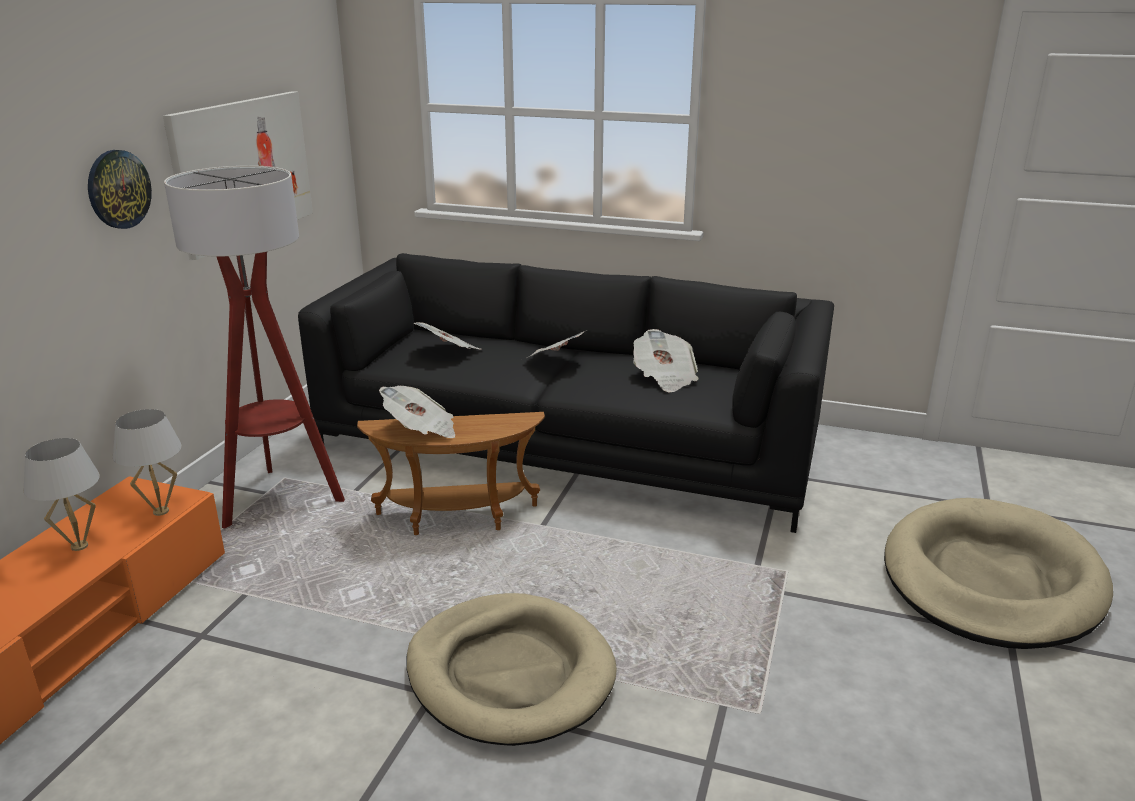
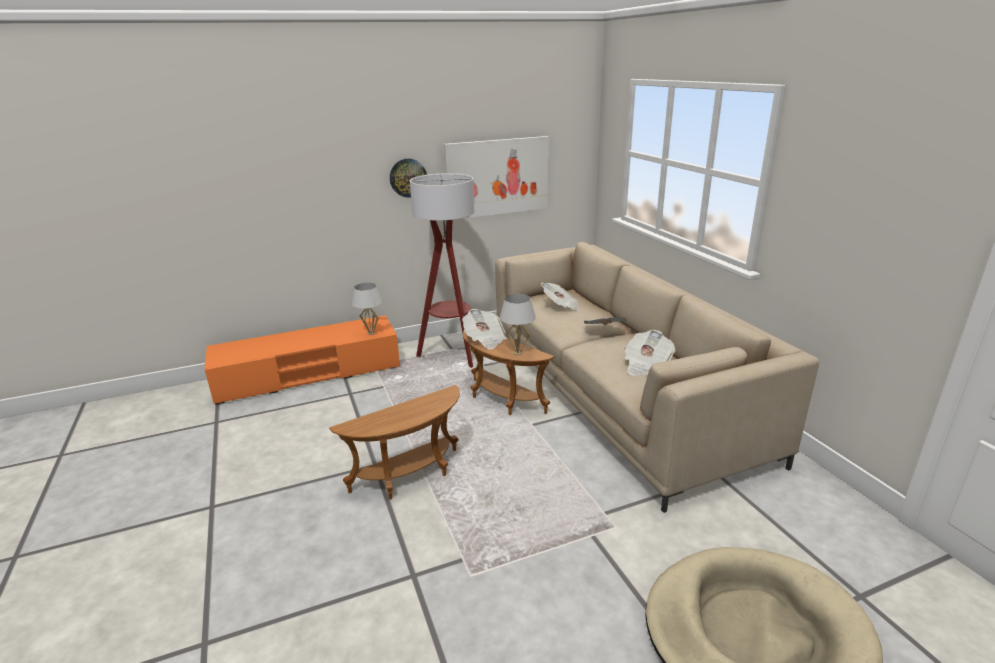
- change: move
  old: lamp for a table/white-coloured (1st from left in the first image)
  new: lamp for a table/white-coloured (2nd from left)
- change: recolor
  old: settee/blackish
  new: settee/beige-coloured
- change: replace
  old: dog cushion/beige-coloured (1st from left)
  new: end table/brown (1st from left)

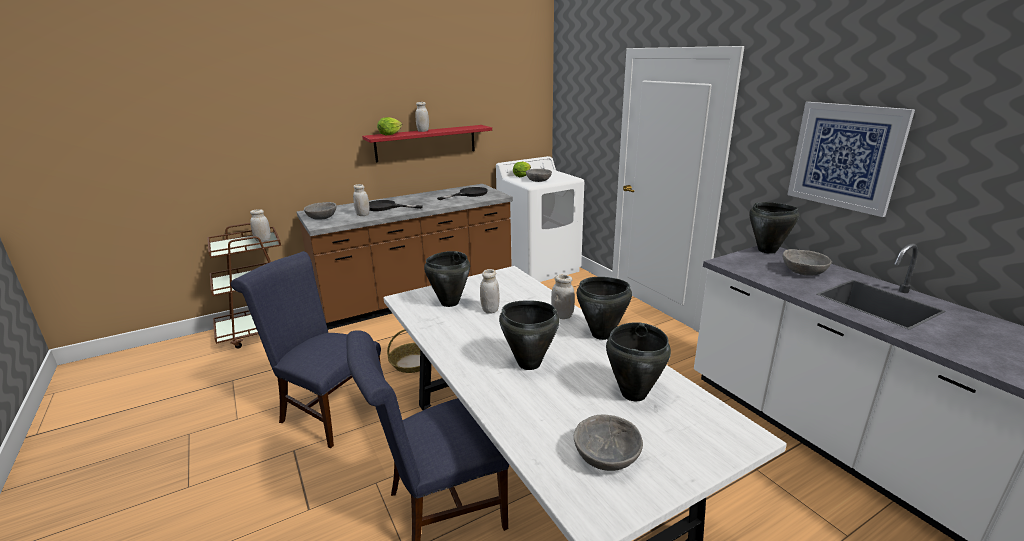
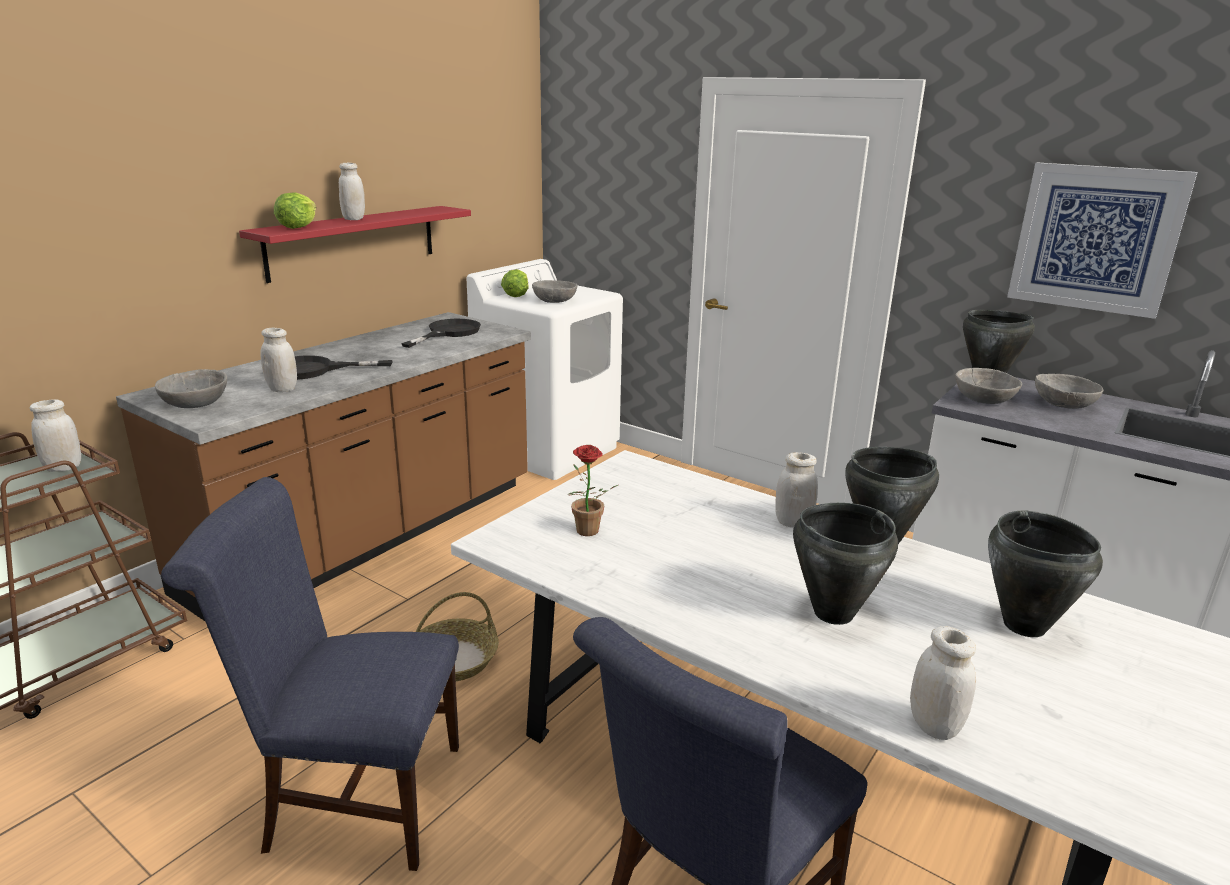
- change: replace
  old: cooking pot/blackish (1st from left)
  new: houseplant
- change: move
  old: preserve jar/white-coloured (4th from left in the first image)
  new: preserve jar/white-coloured (5th from left)
- change: move
  old: serving bowl/gray (3rd from left)

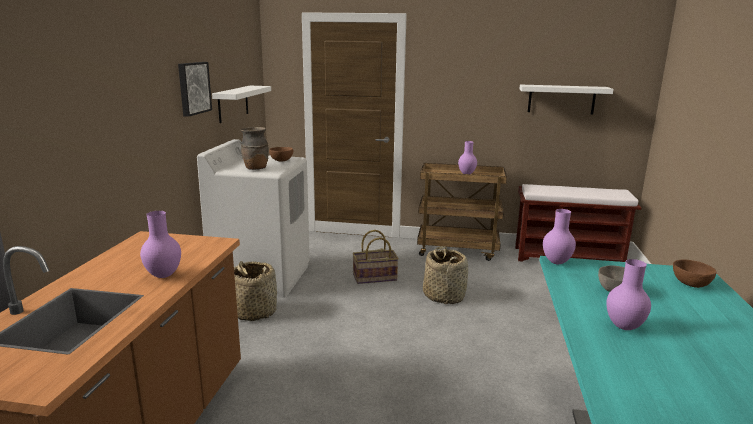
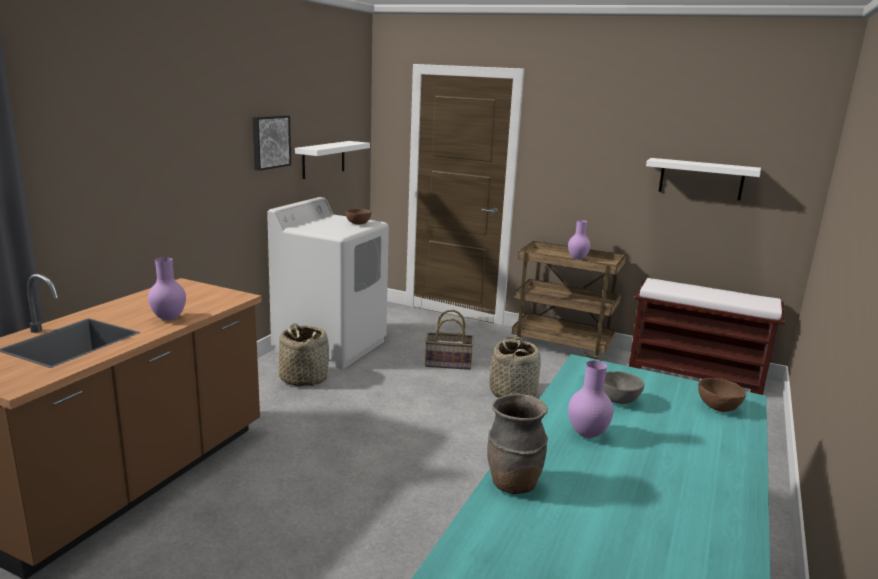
- change: move
  old: flower vase/brown
- change: delete
  old: flower vase/purple-coloured (3rd from left)

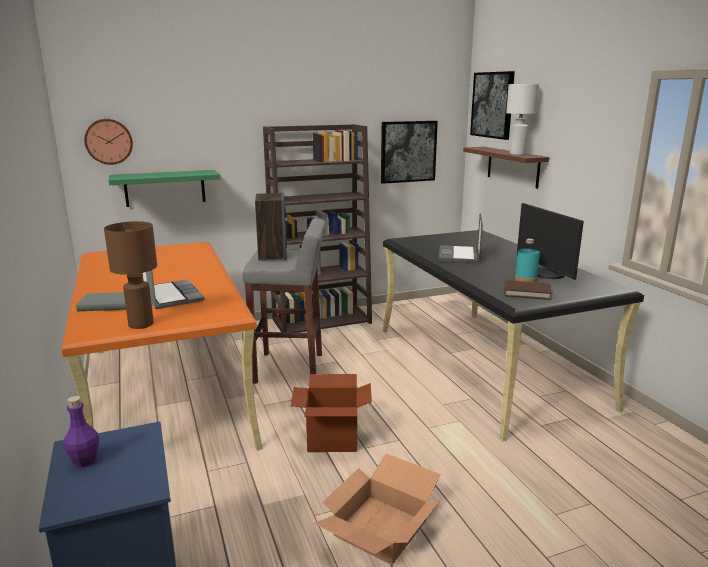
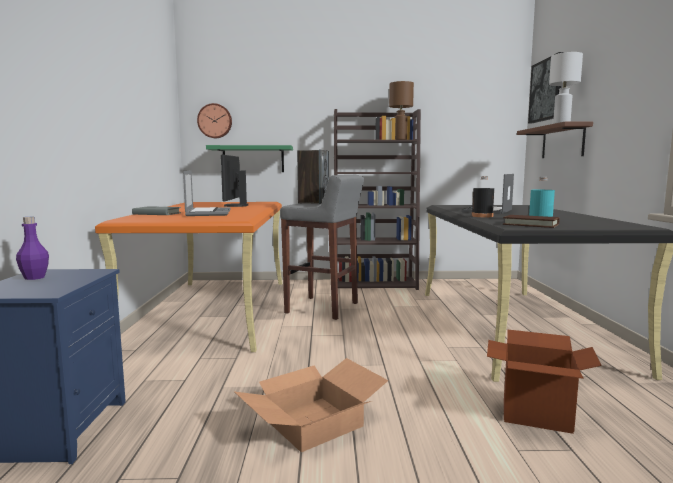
- change: move
  old: lamp for a table/brown
- change: move
  old: cardboard box (1st from left in the first image)
  new: cardboard box (2nd from left)
- change: delete
  old: picture (1st from left)
- change: move
  old: computer display
- change: insert
  new: drink bottle/blackish

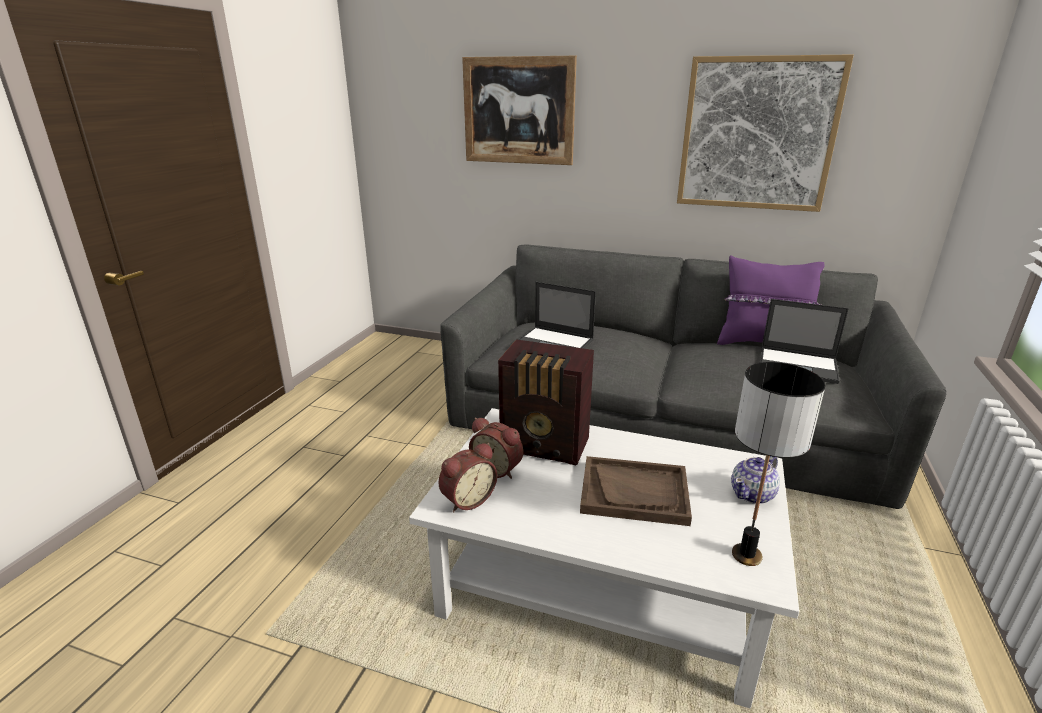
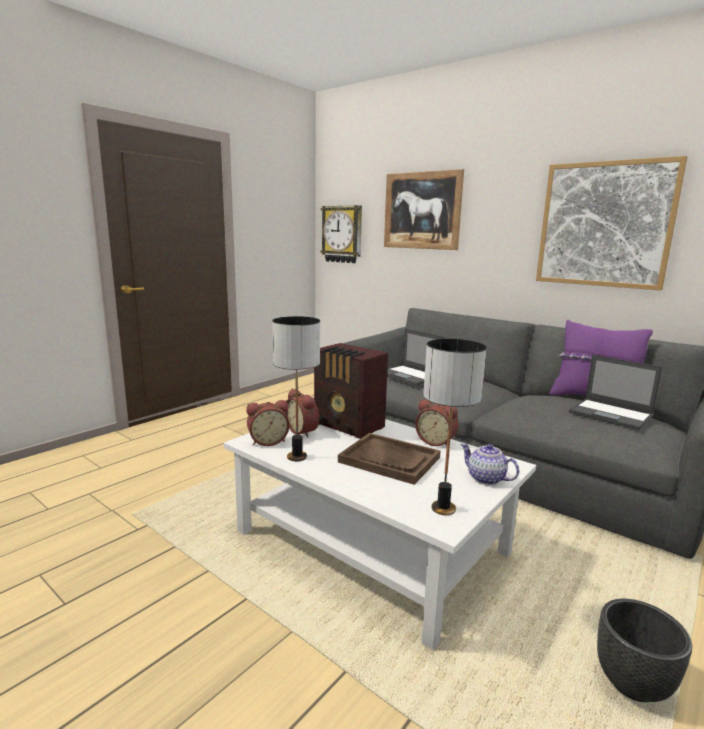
- change: rotate
  old: teapot
  degrees: 60
- change: insert
  new: lamp for a table (1st from left)
- change: insert
  new: wall clock
- change: insert
  new: bedside clock (3rd from left)
- change: insert
  new: planter/blackish

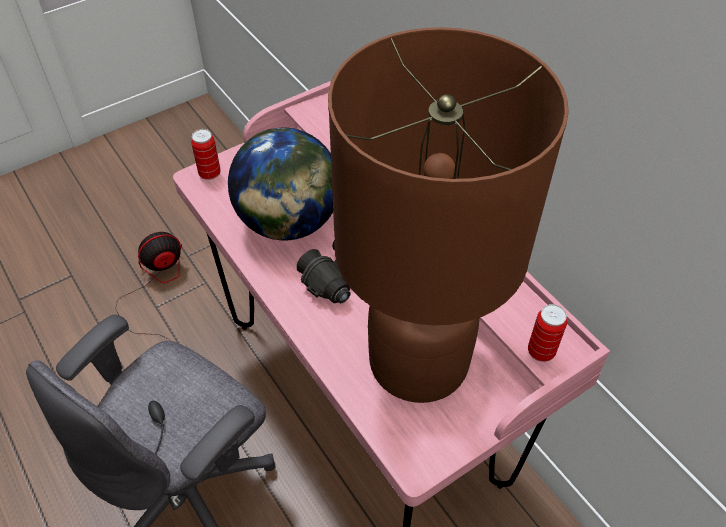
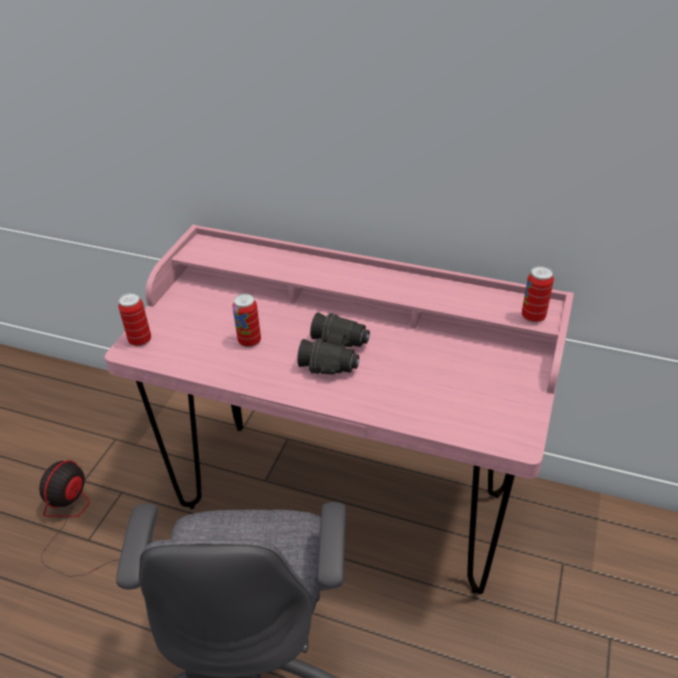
- change: replace
  old: world globe
  new: sealed can (2nd from left)
- change: delete
  old: lamp for a table/brown

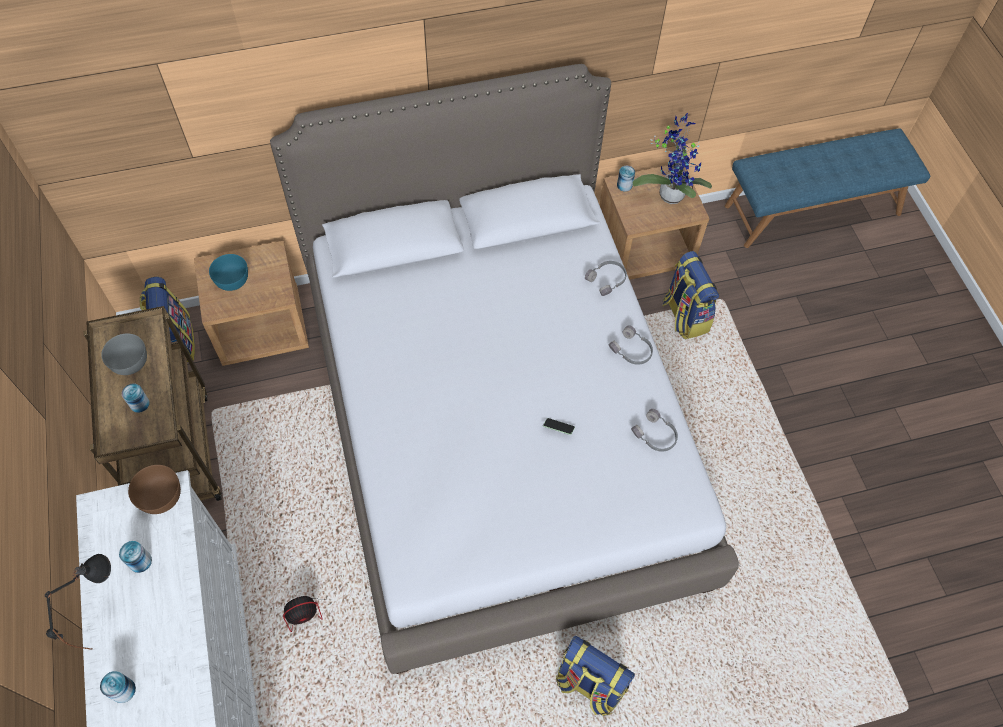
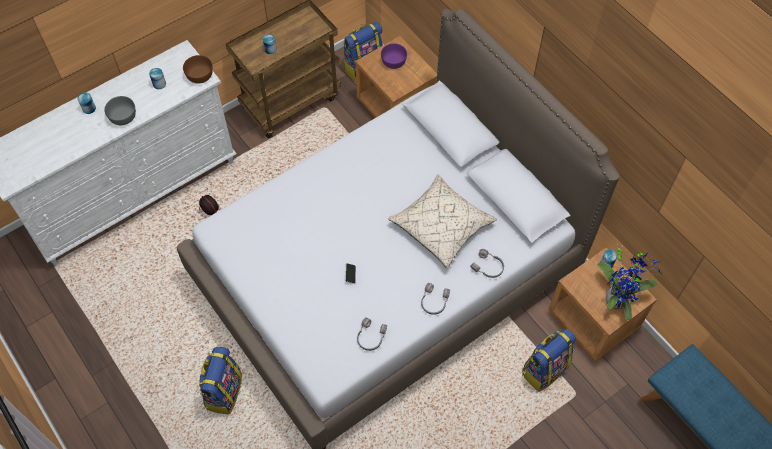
- change: delete
  old: lamp for a table/blackish
- change: move
  old: serving bowl/gray
- change: recolor
  old: serving bowl/blue-green
  new: serving bowl/purple-coloured
- change: insert
  new: pillow/beige-coloured

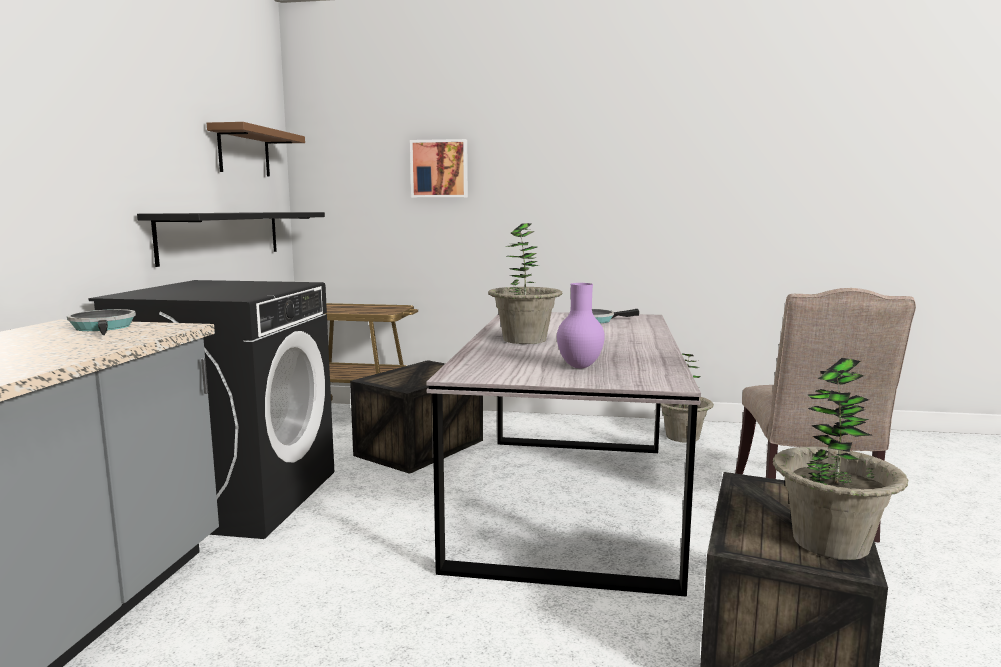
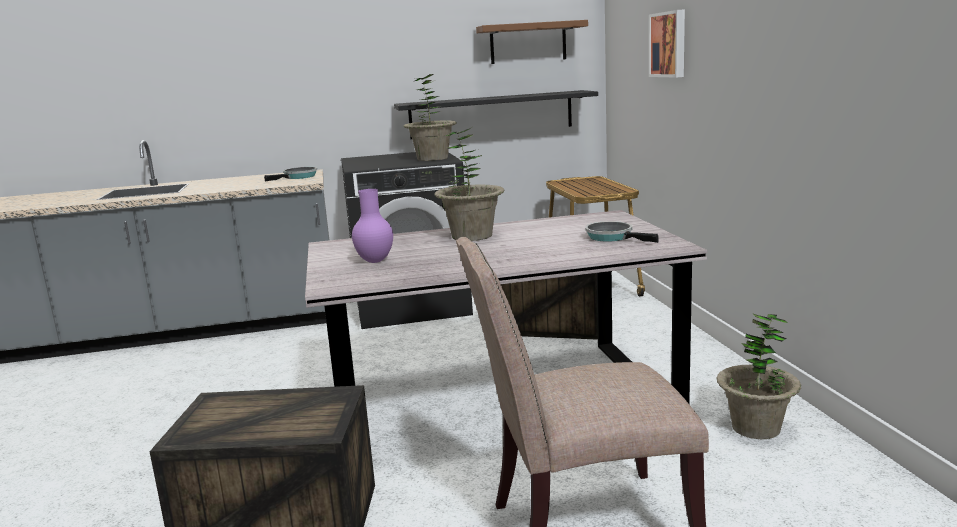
- change: move
  old: houseplant (3rd from left in the first image)
  new: houseplant (1st from left)

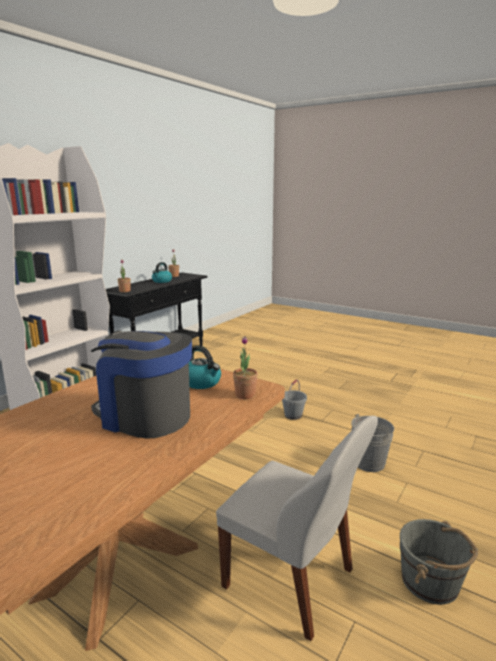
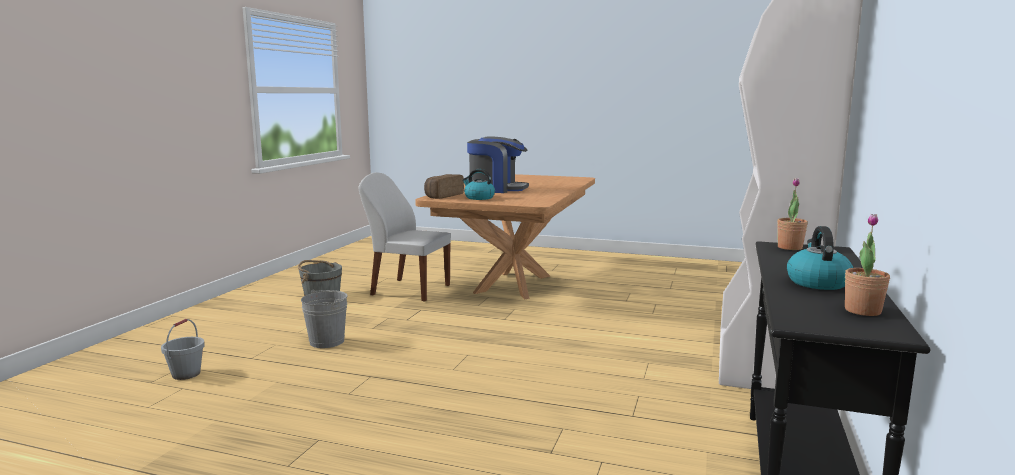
- change: replace
  old: houseplant (3rd from left)
  new: bakery bread
- change: move
  old: pail/gray (1st from left)

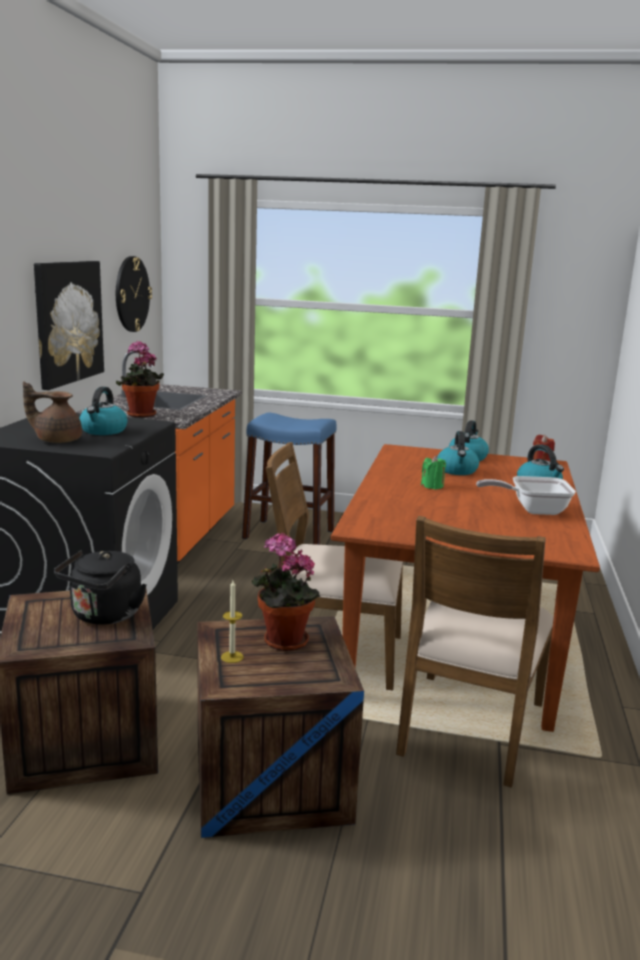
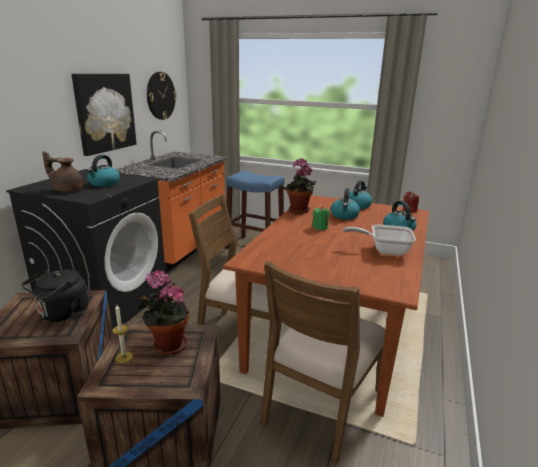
- change: move
  old: houseplant (1st from left in the first image)
  new: houseplant (2nd from left)

